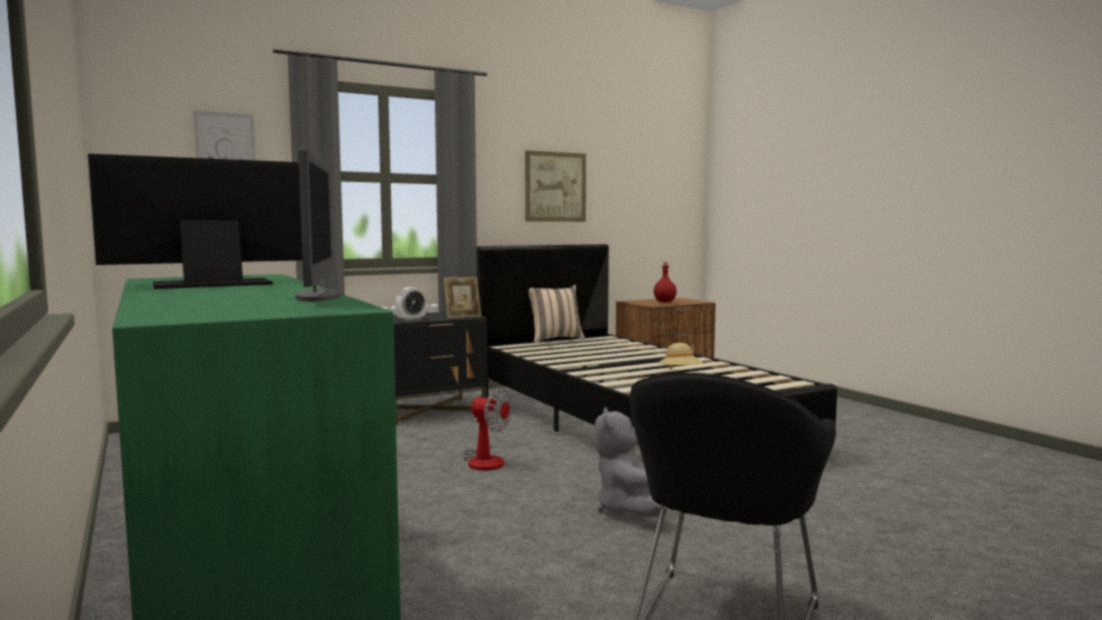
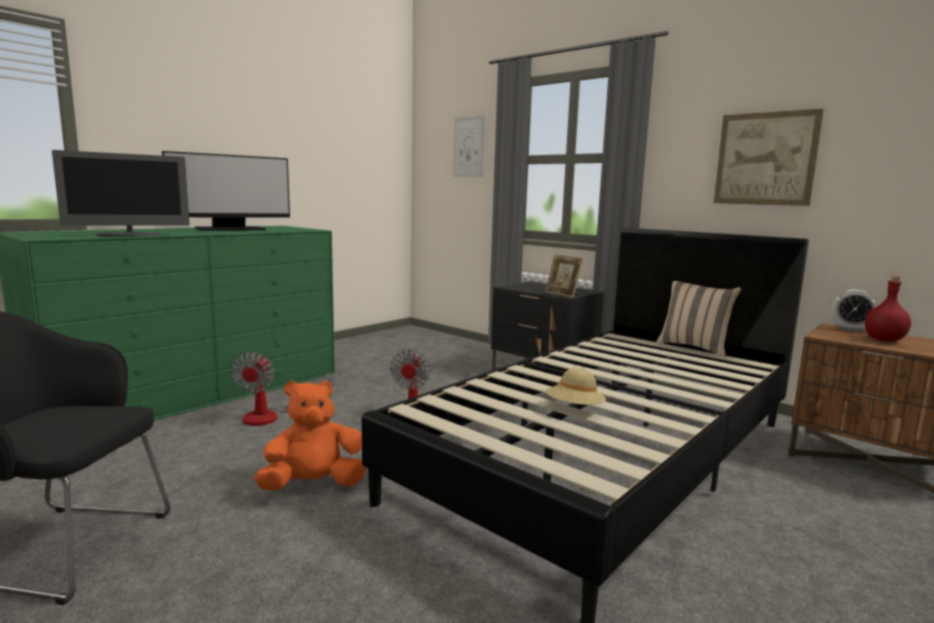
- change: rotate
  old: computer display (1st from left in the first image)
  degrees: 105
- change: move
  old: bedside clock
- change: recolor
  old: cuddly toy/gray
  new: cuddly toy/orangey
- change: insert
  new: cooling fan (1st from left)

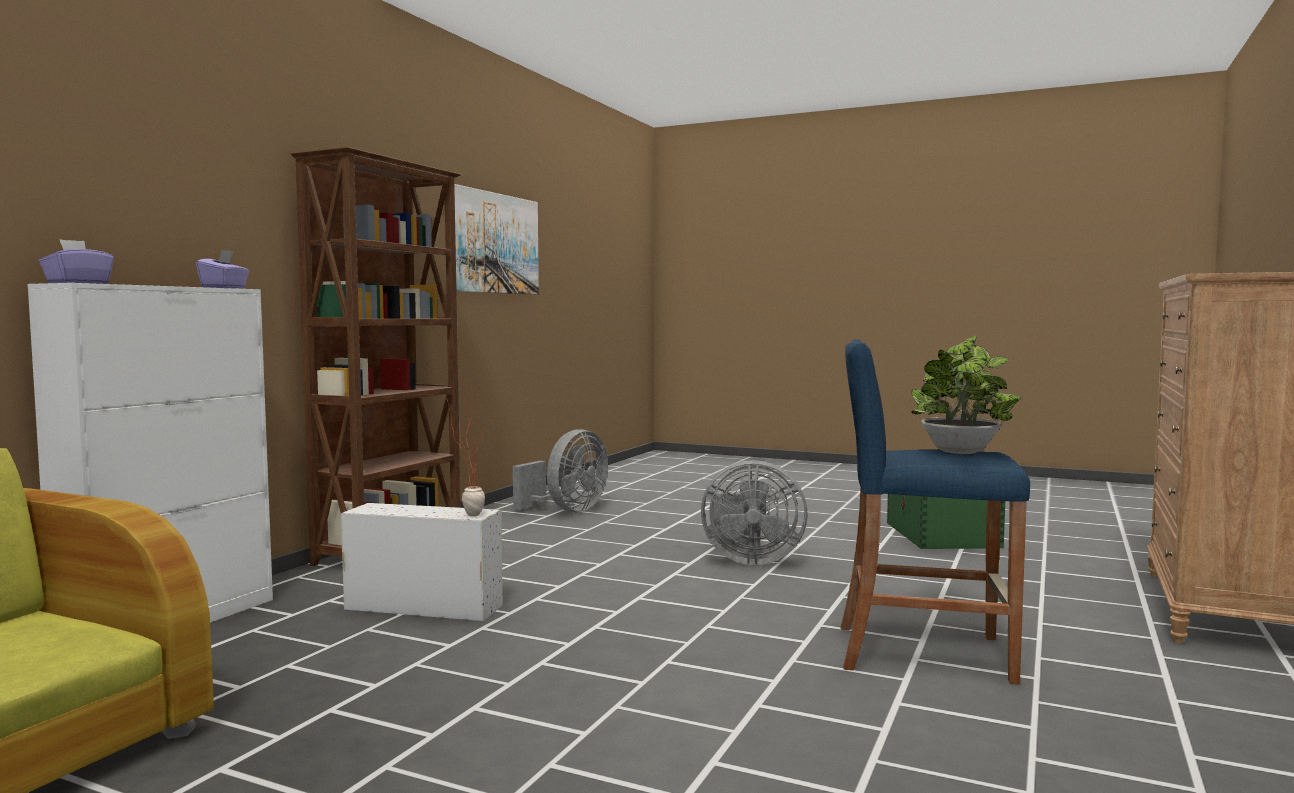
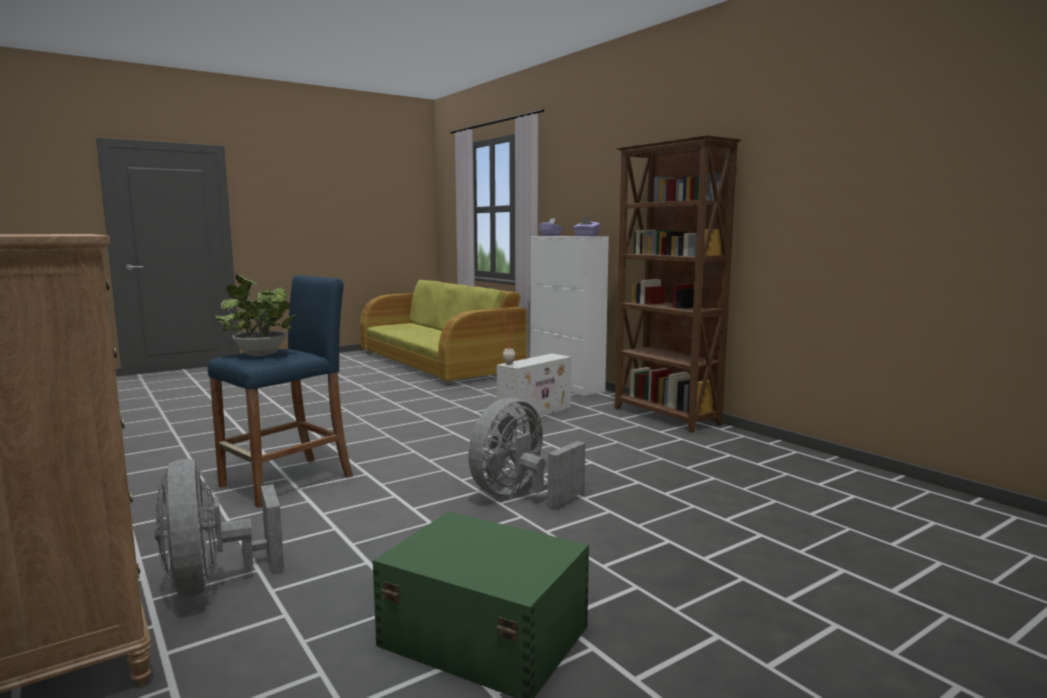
- change: delete
  old: picture
- change: move
  old: cooling fan/gray (1st from left)

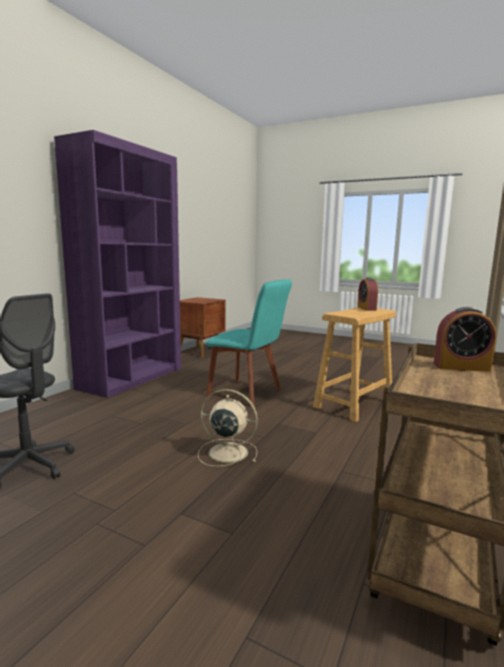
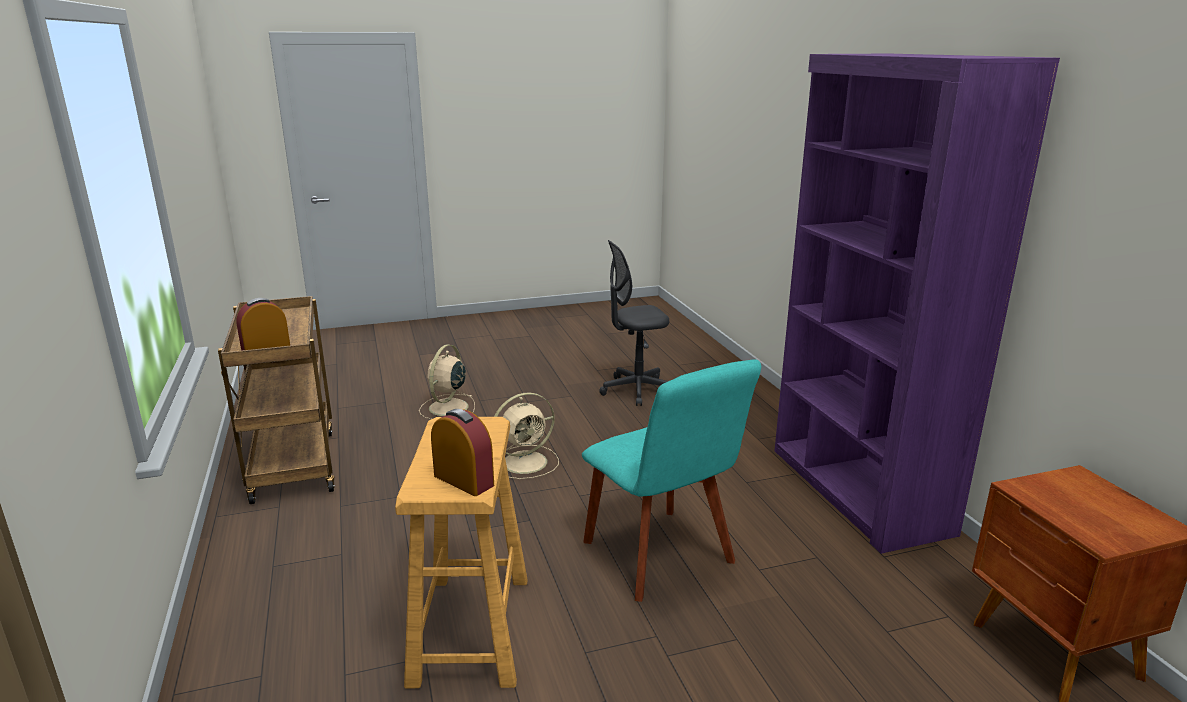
- change: rotate
  old: plain chair/blue-green
  degrees: -105
- change: insert
  new: cooling fan/beige-coloured (1st from left)

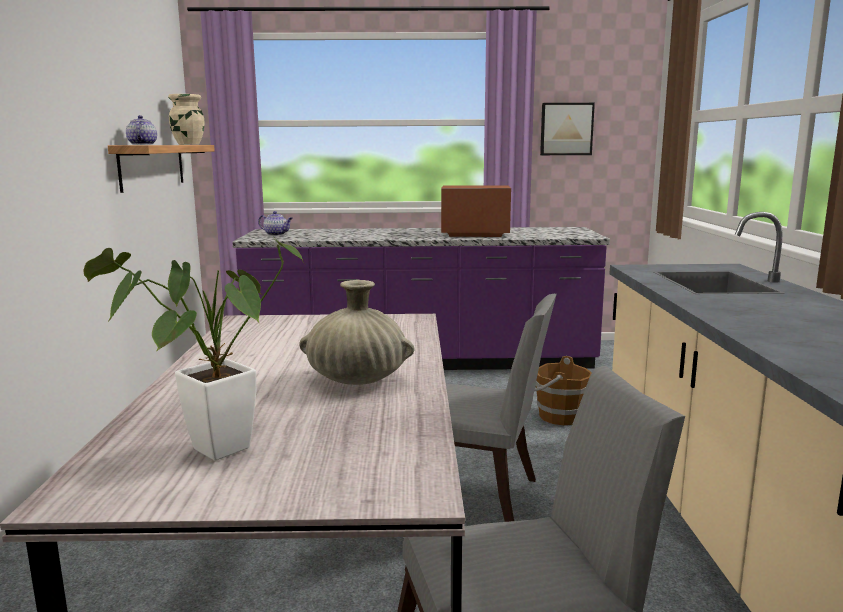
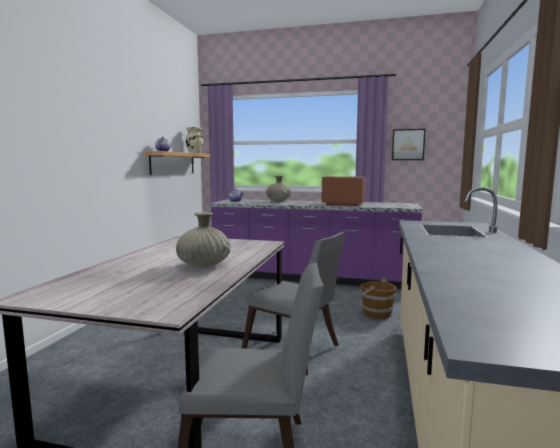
- change: delete
  old: houseplant
- change: insert
  new: flower vase/beige-coloured (3rd from left)

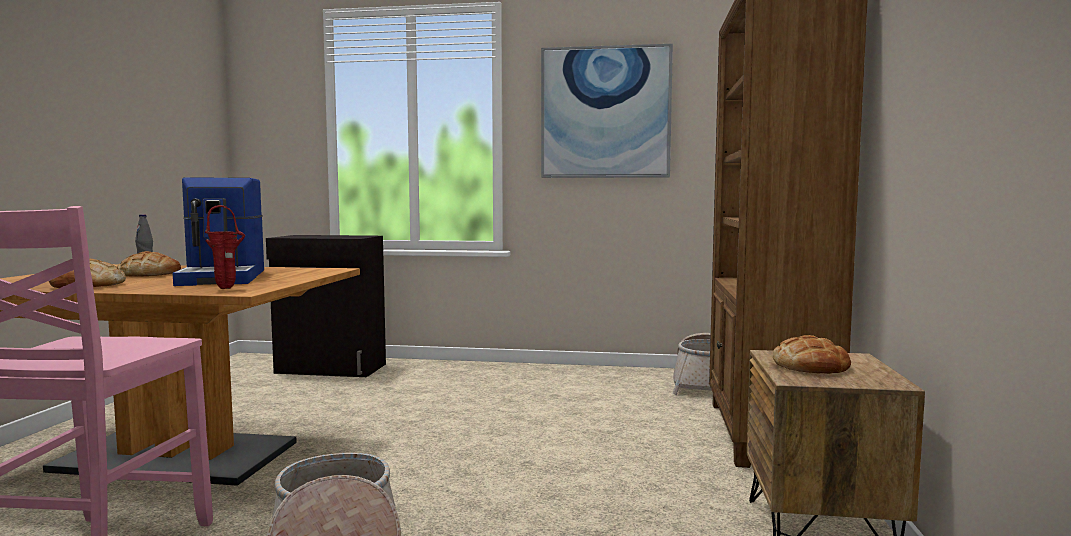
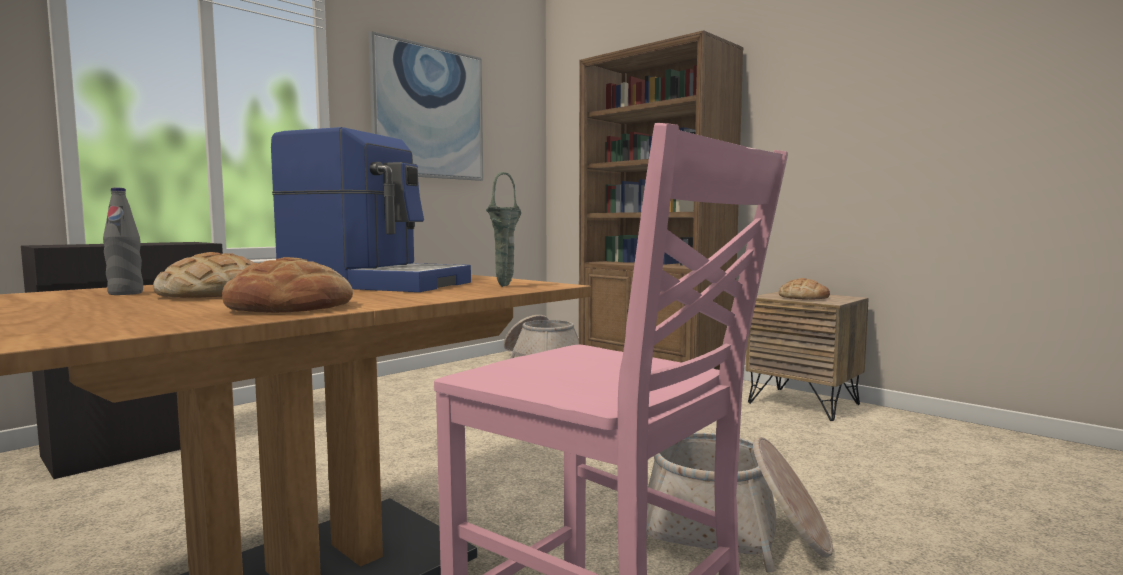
- change: recolor
  old: flower vase/reddish
  new: flower vase/green-coloured

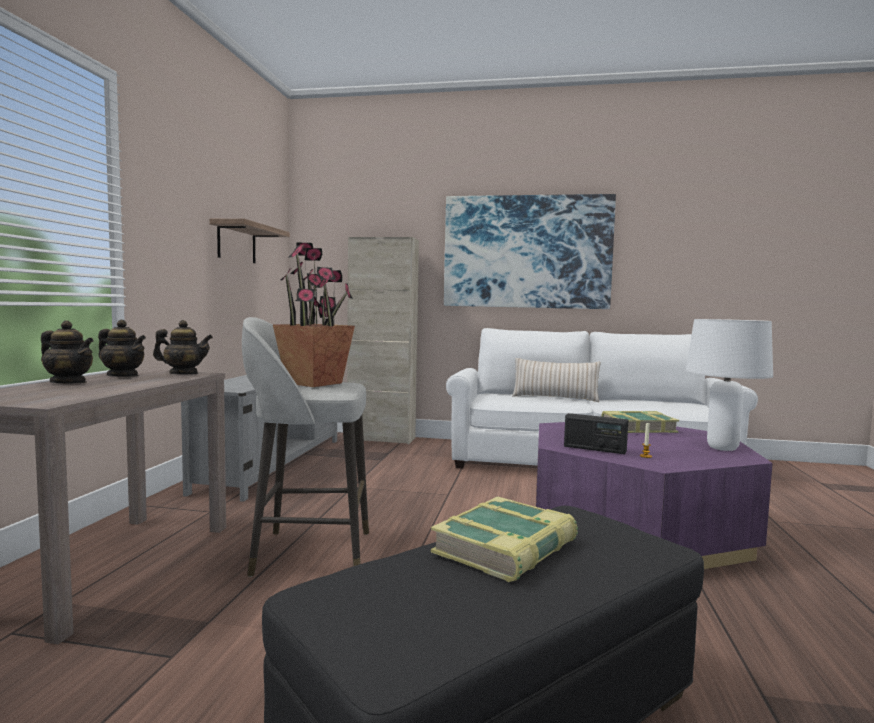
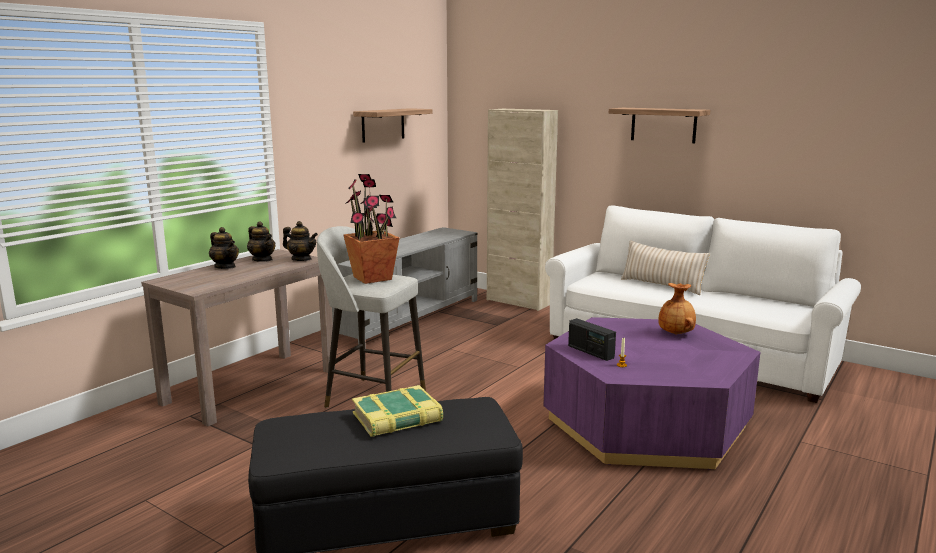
- change: replace
  old: picture
  new: wall shelf (2nd from left)
- change: replace
  old: book (2nd from left)
  new: flower vase/brown
- change: delete
  old: lamp for a table/white-coloured

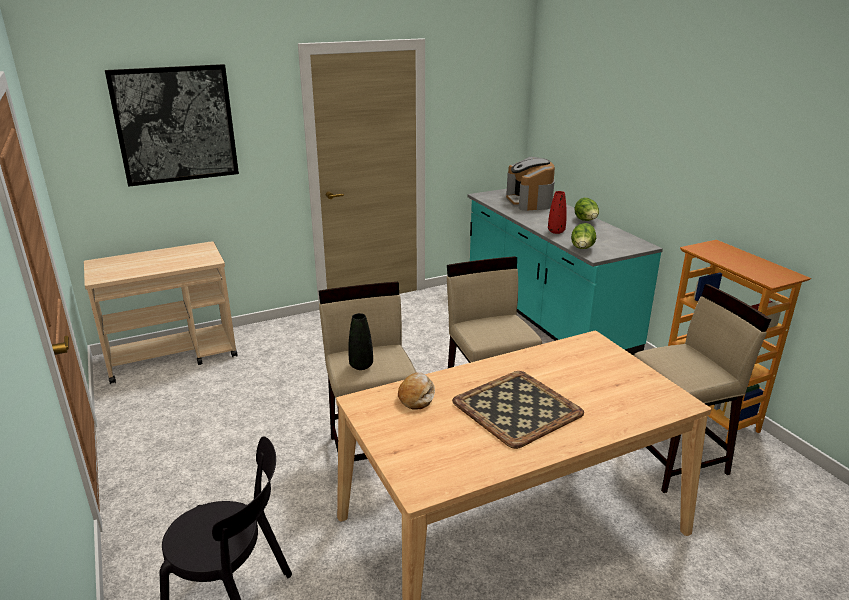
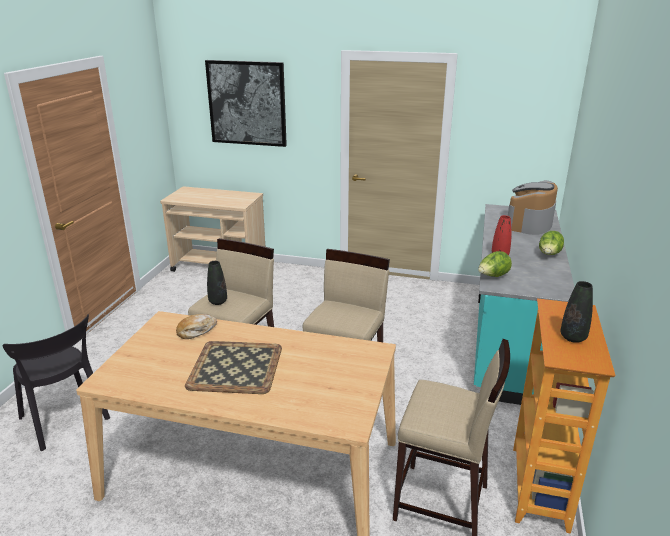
- change: insert
  new: flower vase/blackish (2nd from left)

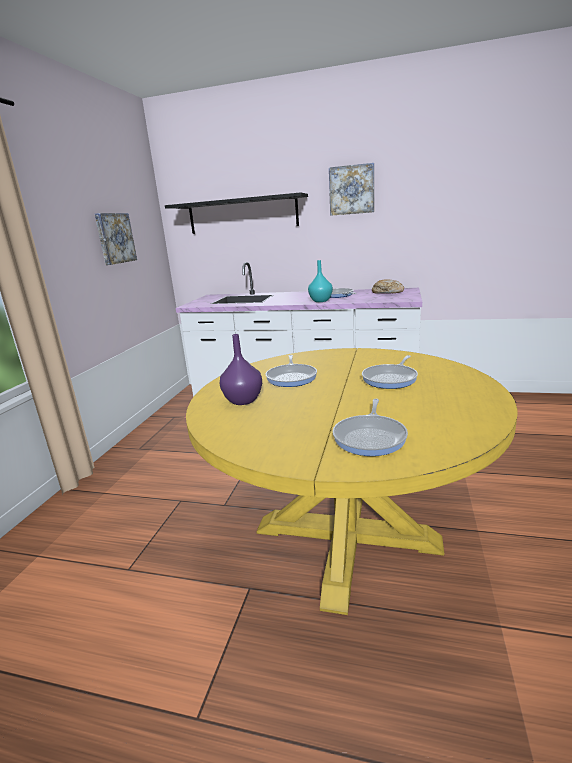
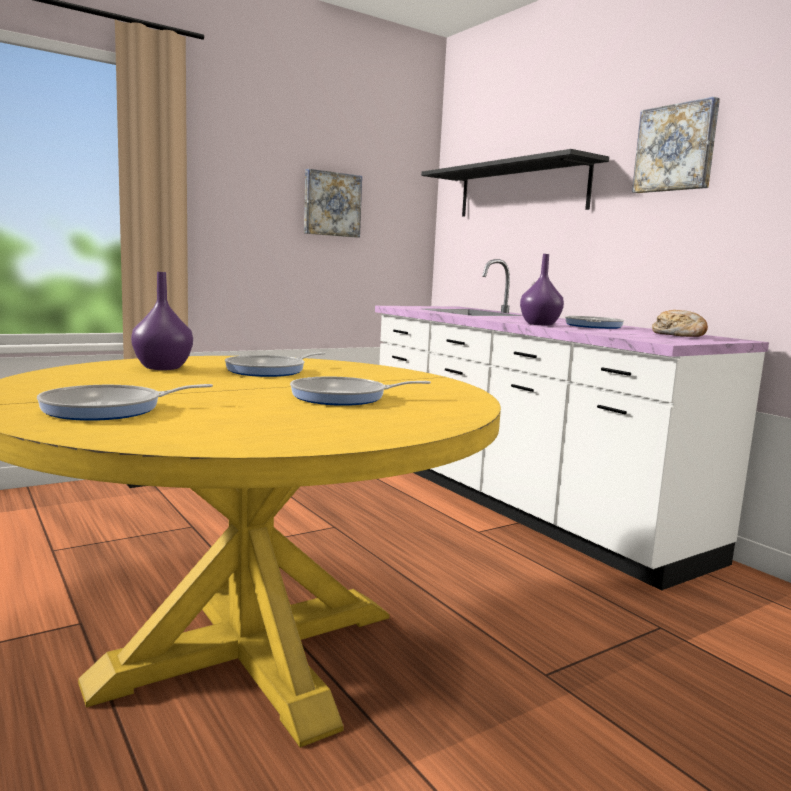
- change: recolor
  old: flower vase/blue-green
  new: flower vase/purple-coloured (2nd from left)

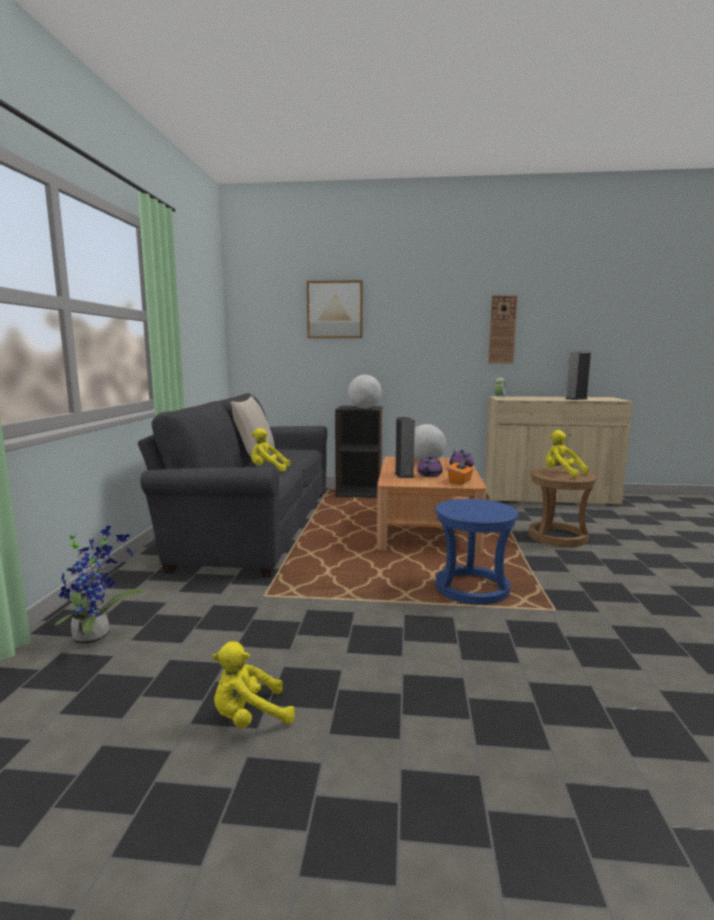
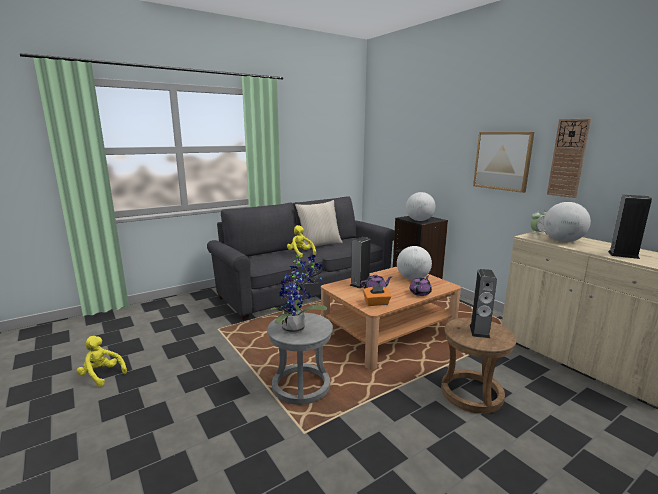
- change: move
  old: houseplant
- change: move
  old: picture
- change: recolor
  old: stool/blue-coloured
  new: stool/gray
- change: replace
  old: cuddly toy/yellow (3rd from left)
  new: speaker (2nd from left)
- change: insert
  new: world globe (3rd from left)

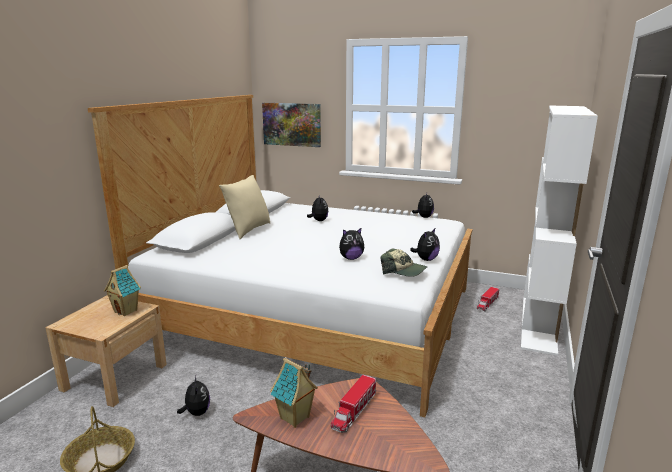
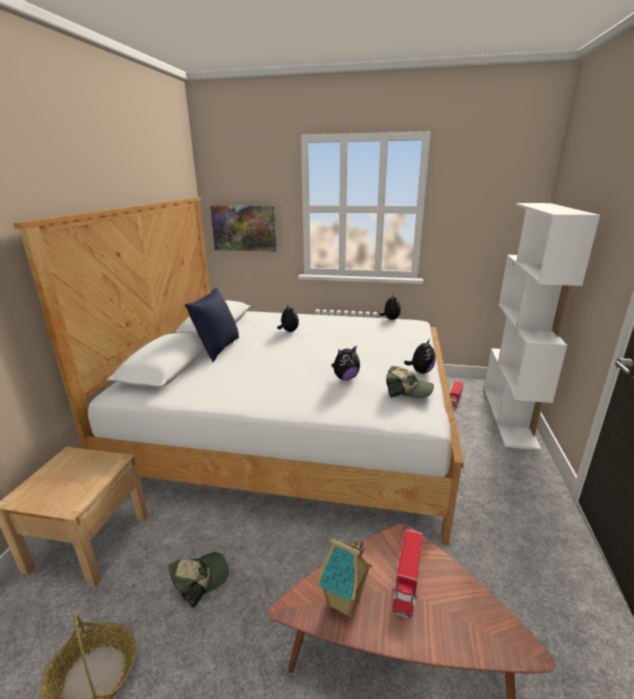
- change: delete
  old: toy house (1st from left)
- change: replace
  old: cuddly toy (1st from left)
  new: peaked cap (1st from left)
- change: recolor
  old: pillow/beige-coloured
  new: pillow/blue-coloured

